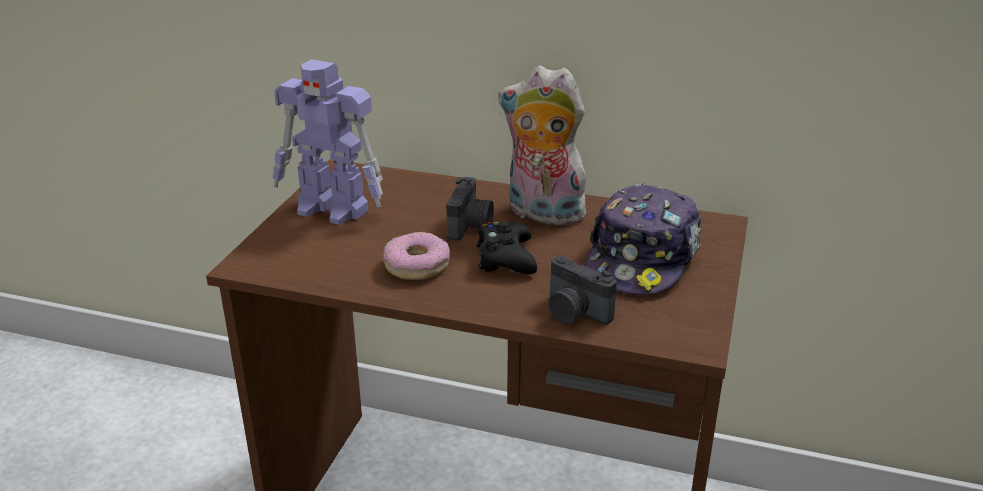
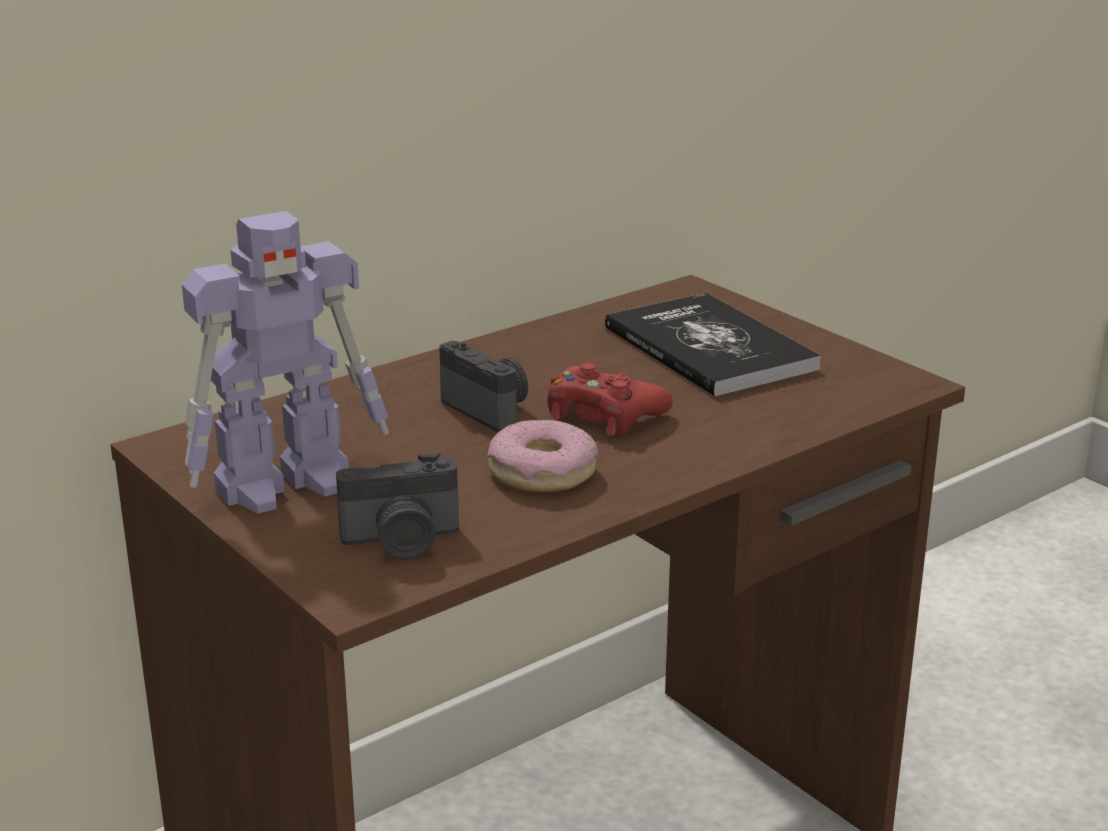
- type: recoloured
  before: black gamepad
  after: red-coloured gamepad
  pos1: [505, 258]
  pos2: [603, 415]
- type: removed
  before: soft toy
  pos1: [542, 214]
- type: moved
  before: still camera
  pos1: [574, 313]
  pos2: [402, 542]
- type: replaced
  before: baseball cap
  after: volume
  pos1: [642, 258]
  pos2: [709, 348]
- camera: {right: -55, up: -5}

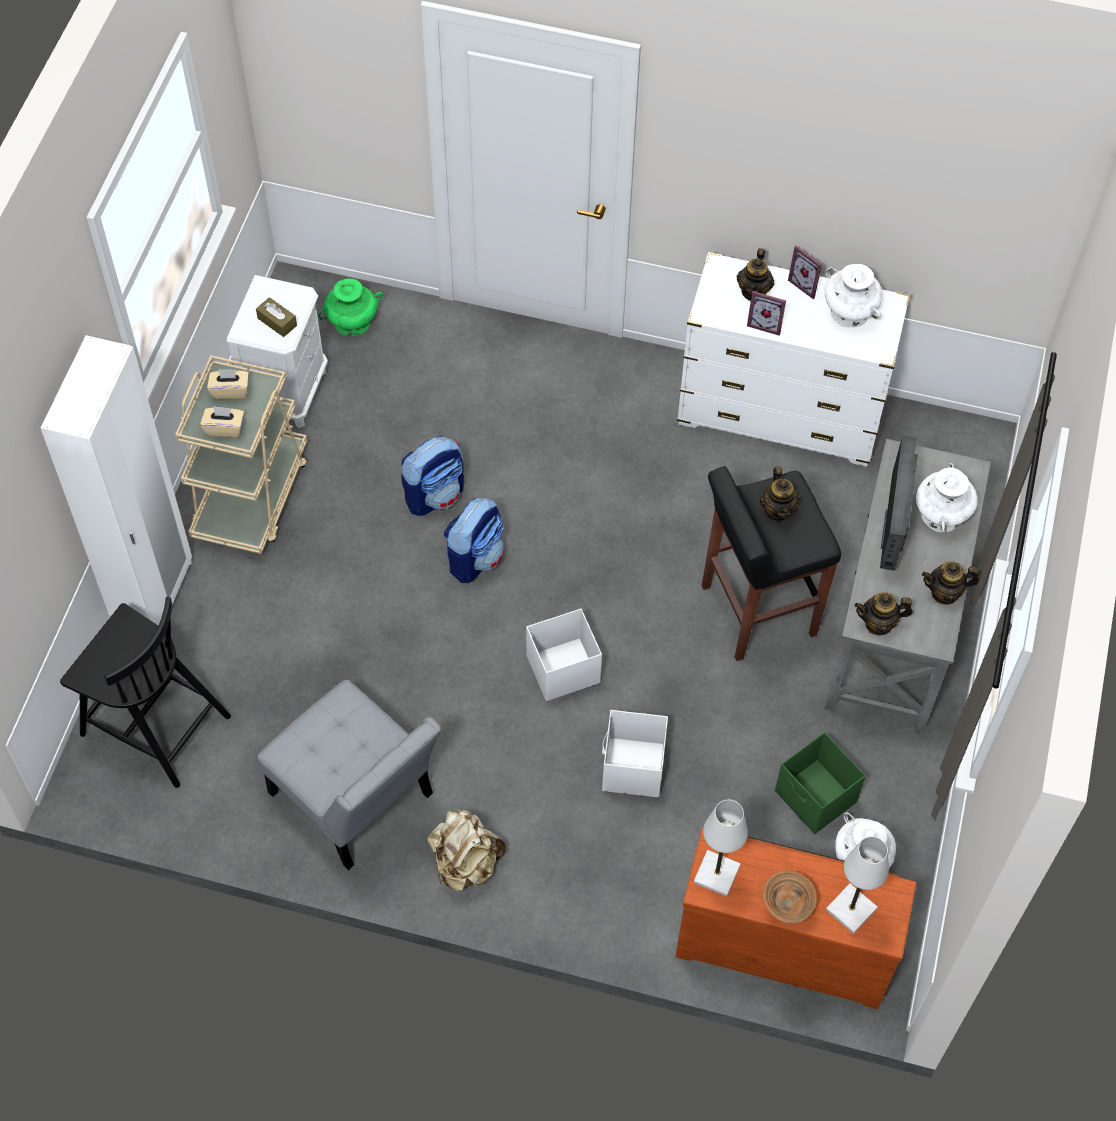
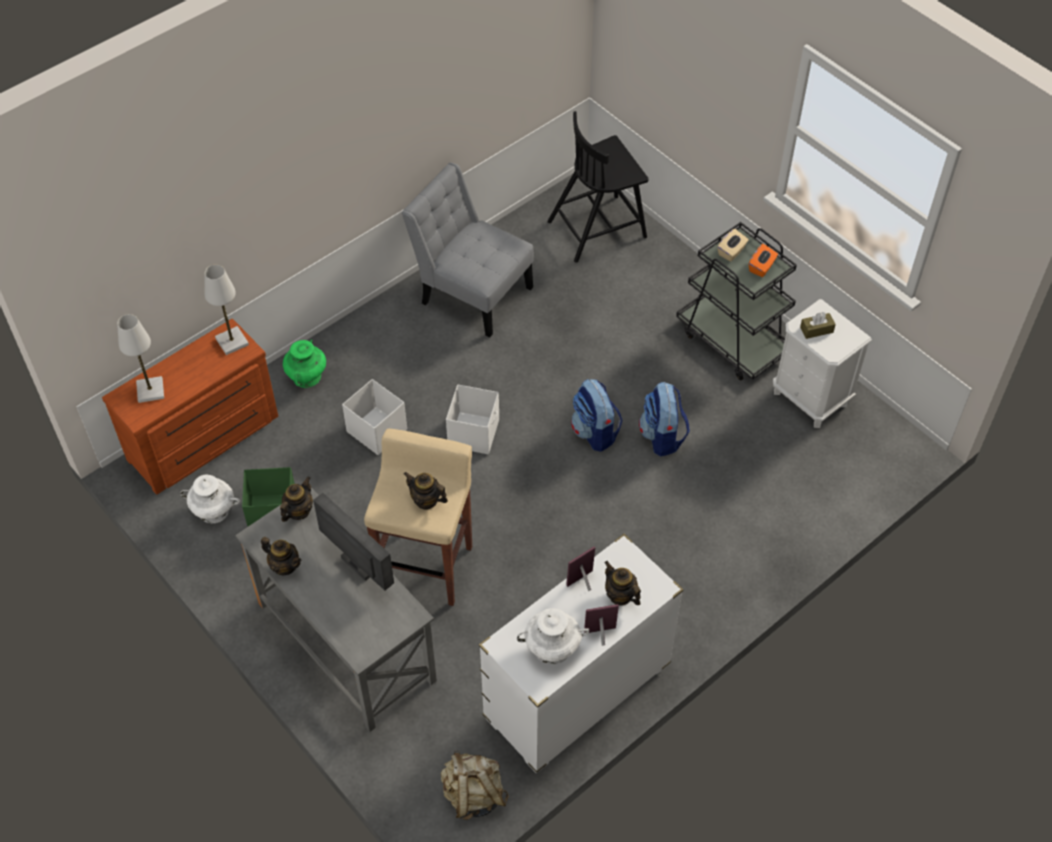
- type: removed
  before: whitish armoire
  pos1: [156, 599]
- type: recoloured
  before: beige-coloured wheeled cart
  after: black wheeled cart
  pos1: [251, 496]
  pos2: [733, 341]
- type: recoloured
  before: beige-coloured tissue holder
  after: orange tissue holder
  pos1: [230, 391]
  pos2: [761, 267]
- type: turned
  before: greyish chair
  pos1: [356, 800]
  pos2: [472, 292]
  turn: 45
- type: moved
  before: green decorative vase
  pos1: [352, 322]
  pos2: [307, 376]
- type: moved
  before: beige-coloured knapsack
  pos1: [465, 863]
  pos2: [473, 794]
- type: recoloured
  before: black sitting stool
  after: beige-coloured sitting stool
  pos1: [756, 611]
  pos2: [427, 566]
- type: removed
  before: brownish bowl
  pos1: [786, 909]
- type: removed
  before: whitish decorative vase
  pos1: [941, 514]
- type: turned
  before: tea pot
  pos1: [945, 593]
  pos2: [284, 566]
  turn: 90
- camera: {right: 125, up: -5}

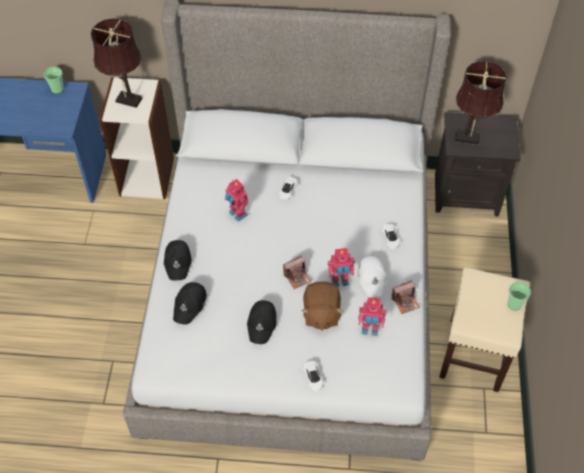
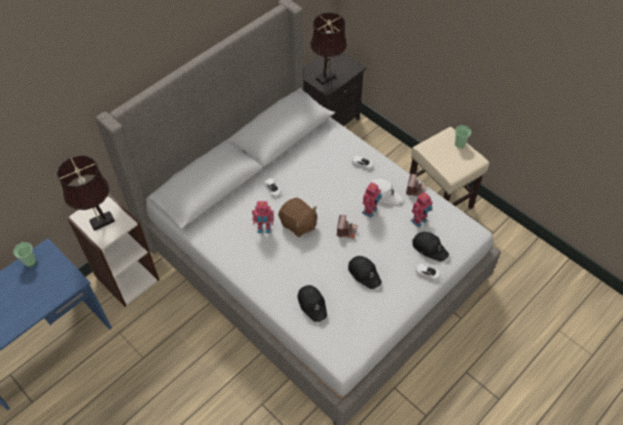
- type: moved
  before: black baseball cap
  pos1: [178, 262]
  pos2: [429, 248]
- type: moved
  before: brownish soft toy
  pos1: [321, 314]
  pos2: [298, 224]
- camera: {right: -50, up: 0}

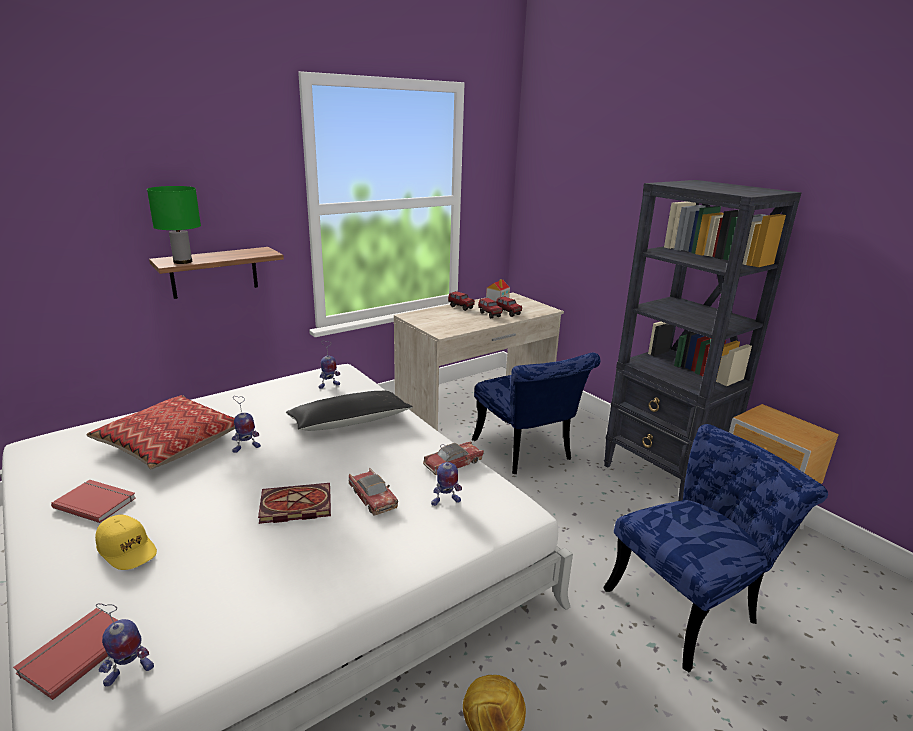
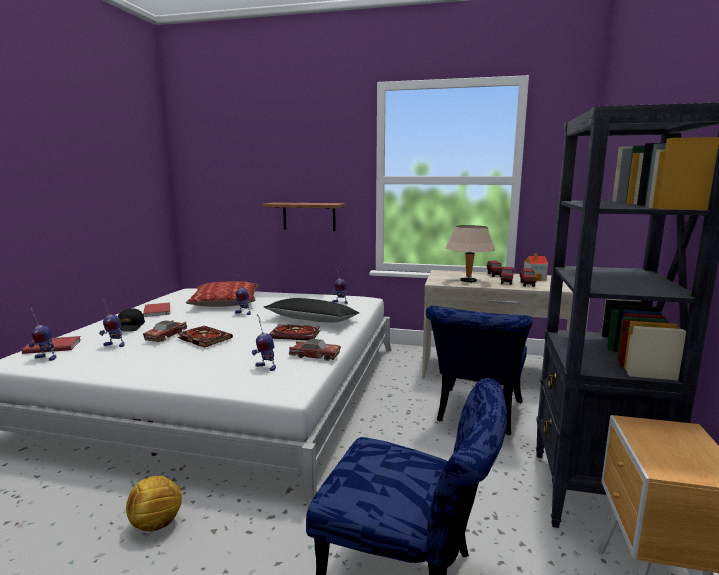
- type: recoloured
  before: yellow baseball cap
  after: black baseball cap
  pos1: [127, 549]
  pos2: [129, 327]
- type: removed
  before: green table lamp
  pos1: [182, 262]
- type: moved
  before: miniature car
  pos1: [372, 497]
  pos2: [166, 335]
- type: added
  after: robot figure
  pos2: [114, 345]
- type: added
  after: volume
  pos2: [296, 335]
- type: added
  after: beige-coloured table lamp
  pos2: [468, 281]
- camera: {right: 50, up: -10}

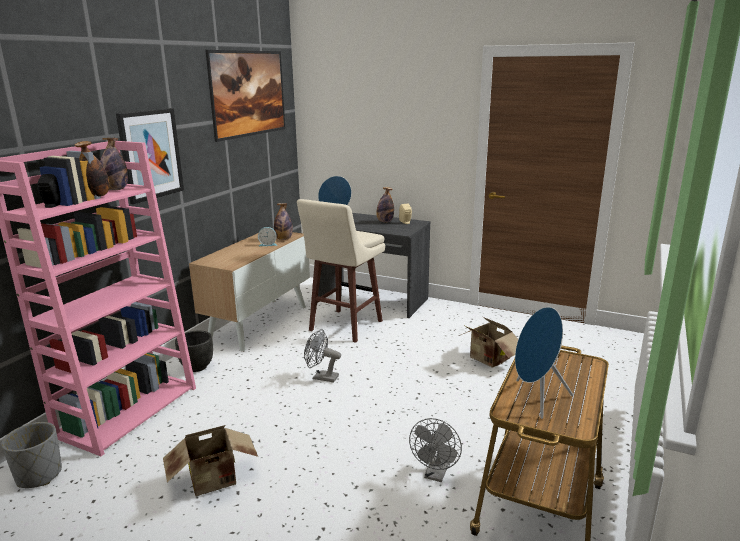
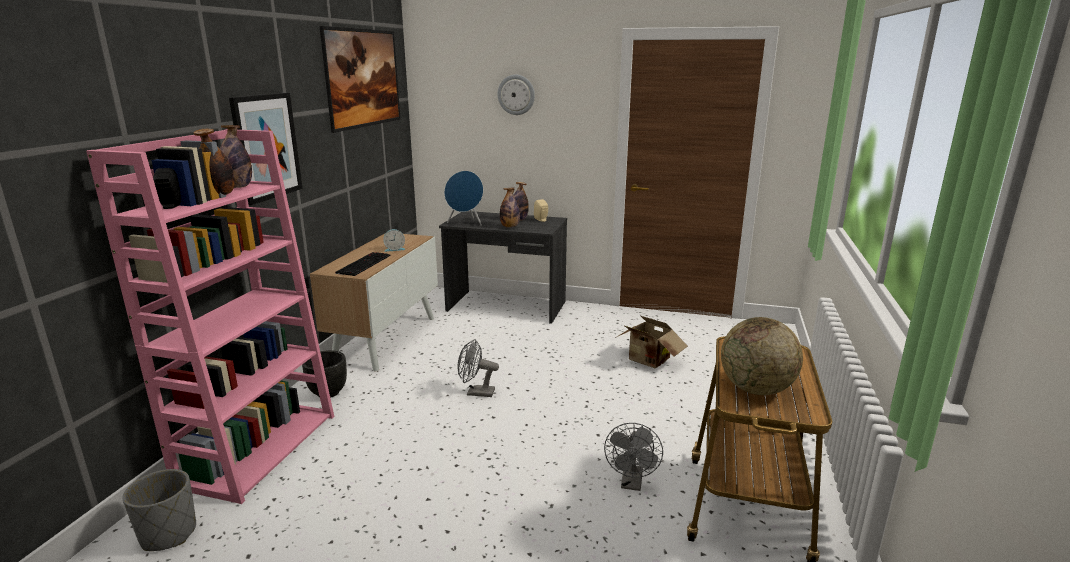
- type: removed
  before: carton
  pos1: [215, 481]
- type: moved
  before: beverage bottle
  pos1: [284, 239]
  pos2: [510, 227]
- type: removed
  before: beige-coloured sitting stool
  pos1: [344, 326]
- type: replaced
  before: bluish speaker
  after: desk globe
  pos1: [536, 398]
  pos2: [756, 389]
- type: added
  after: computer keyboard
  pos2: [363, 264]
- type: added
  after: hanging clock
  pos2: [516, 94]
- camera: {right: -10, up: 0}

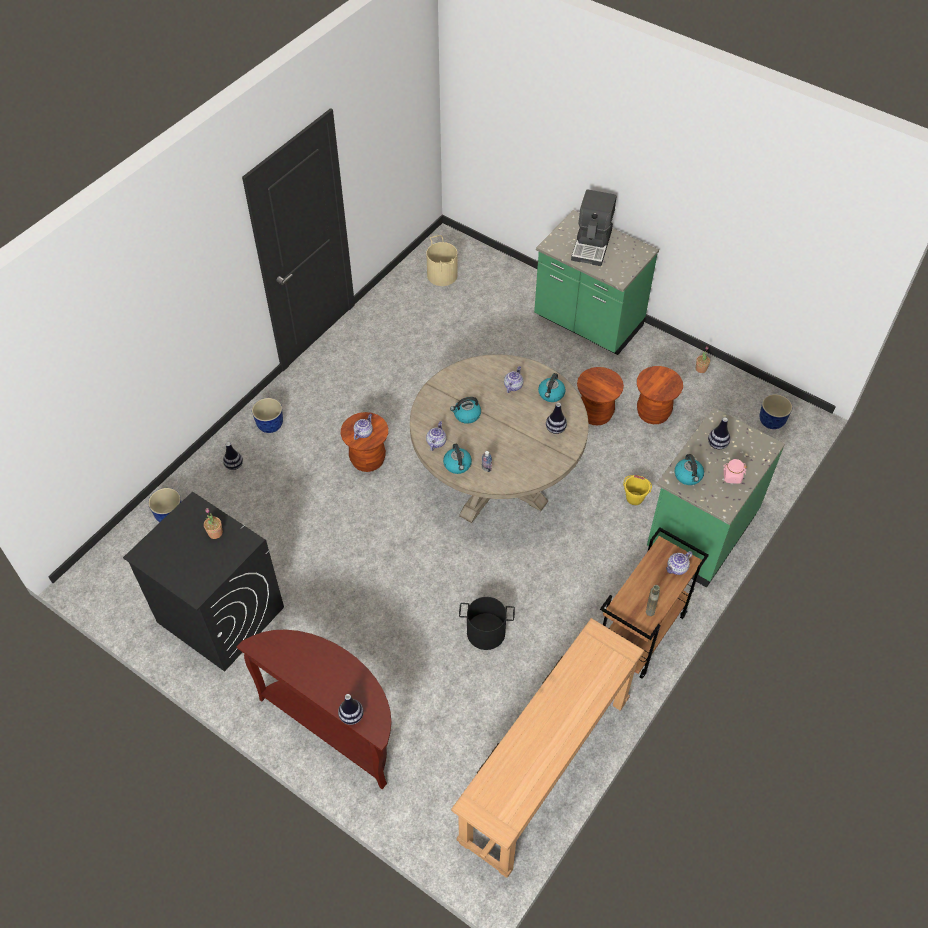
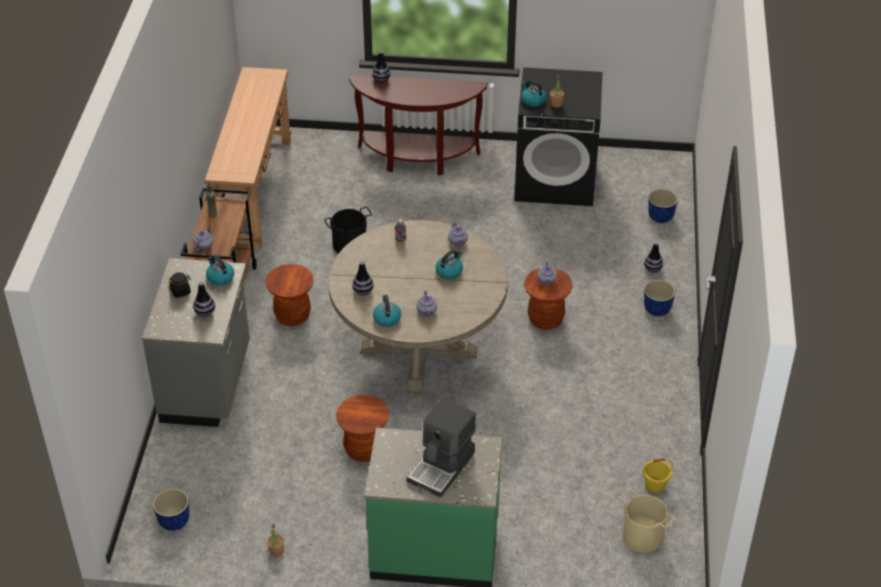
- type: moved
  before: water kettle
  pos1: [457, 465]
  pos2: [533, 100]
- type: turned
  before: coffee maker
  pos1: [592, 245]
  pos2: [442, 466]
  turn: -135
- type: moved
  before: yellow pail
  pos1: [634, 498]
  pos2: [655, 485]
- type: moved
  before: brownish sitting stool
  pos1: [653, 413]
  pos2: [292, 316]
- type: recoloured
  before: green kitchen counter
  after: greyish kitchen counter
  pos1: [699, 531]
  pos2: [208, 384]
- type: recoloured
  before: pinkish jar
  after: black jar
  pos1: [732, 477]
  pos2: [181, 291]
- camera: {right: 150, up: -10}

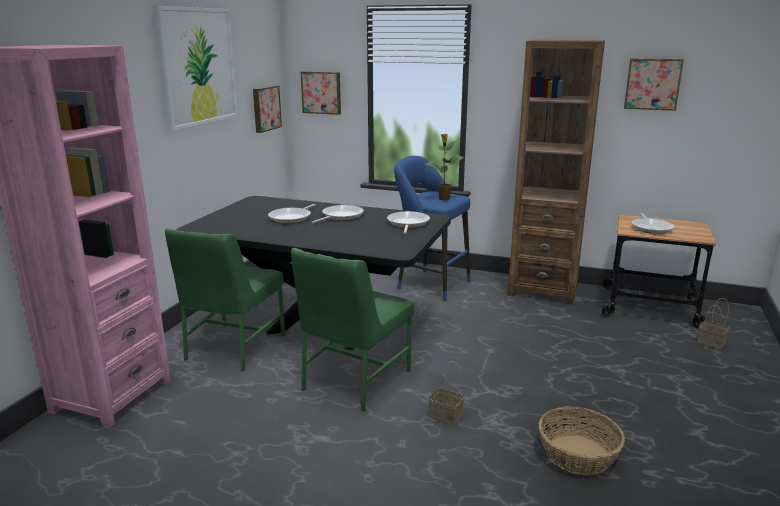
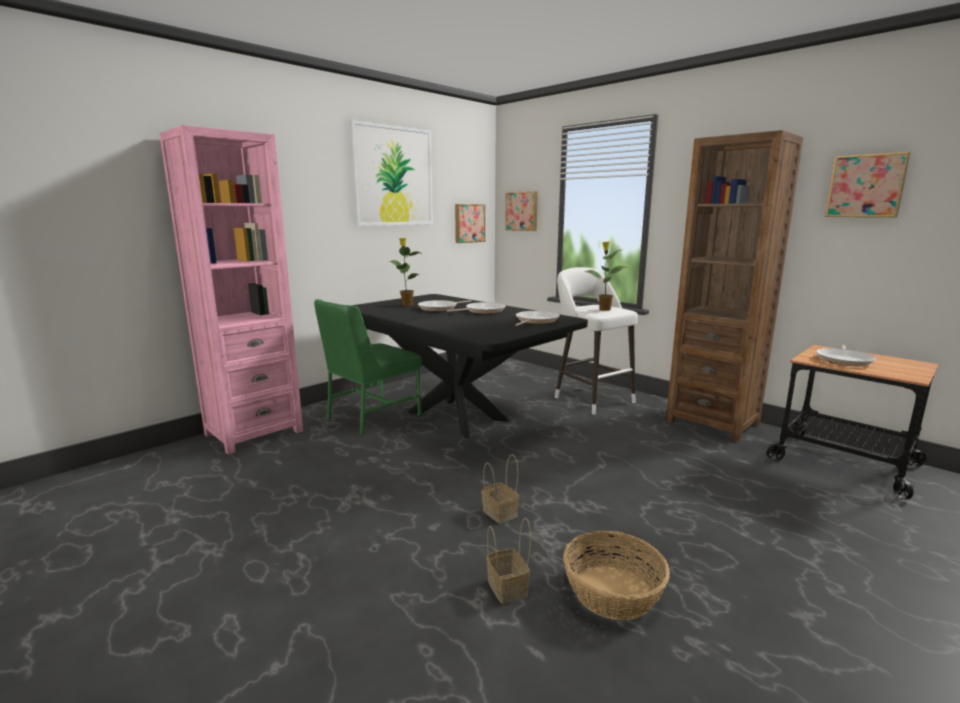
- type: removed
  before: green chair
  pos1: [354, 379]
- type: recoloured
  before: bluish sitting stool
  after: whitish sitting stool
  pos1: [430, 284]
  pos2: [590, 398]
- type: moved
  before: basket
  pos1: [712, 342]
  pos2: [508, 588]
- type: added
  after: plant in a pot
  pos2: [406, 305]
- camera: {right: 25, up: -5}

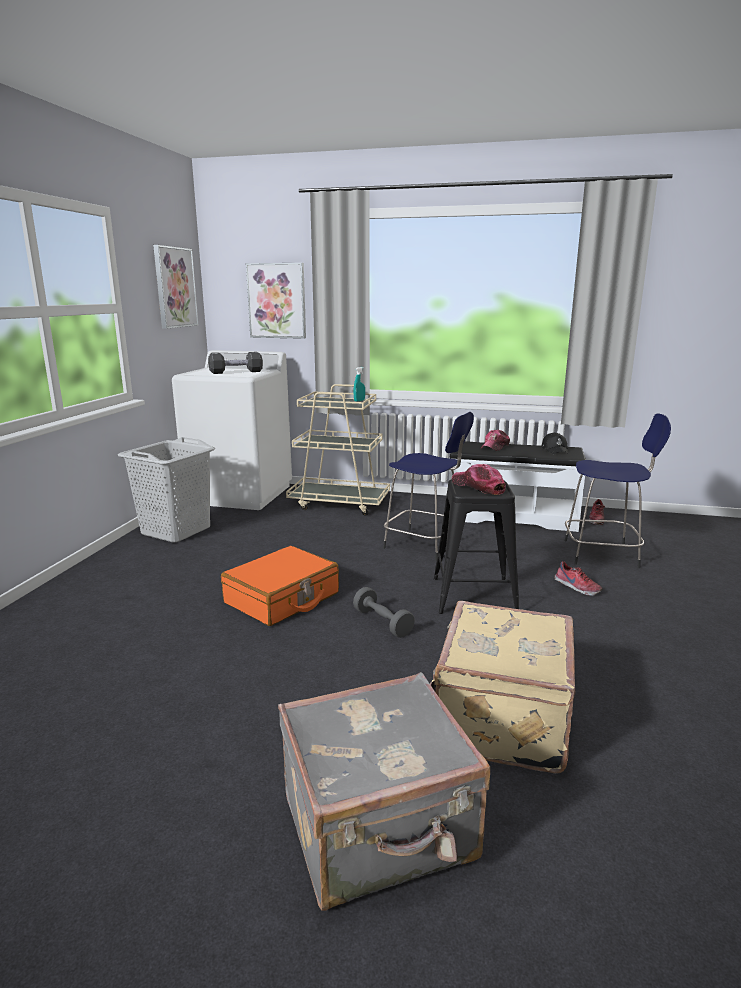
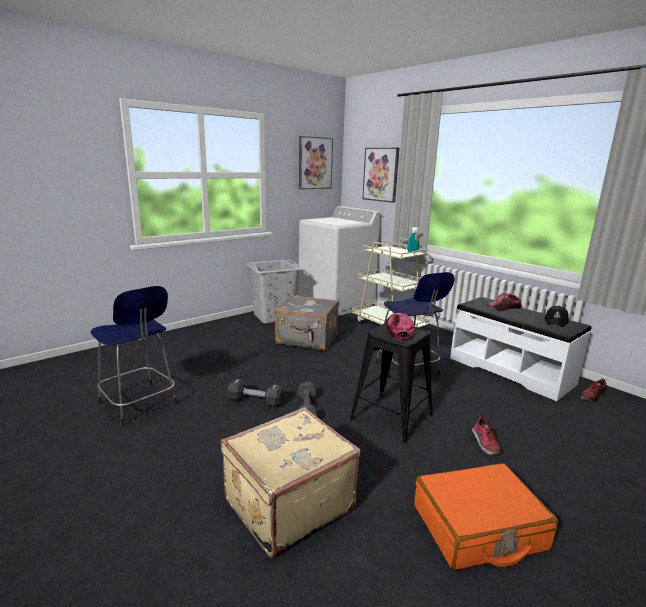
- type: moved
  before: black dumbbell
  pos1: [236, 372]
  pos2: [255, 401]
- type: moved
  before: orange travel case
  pos1: [282, 598]
  pos2: [478, 528]
- type: moved
  before: greyish travel case
  pos1: [379, 829]
  pos2: [307, 340]
- type: moved
  before: bluish sitting stool
  pos1: [603, 554]
  pos2: [139, 405]
- camera: {right: 35, up: 0}

